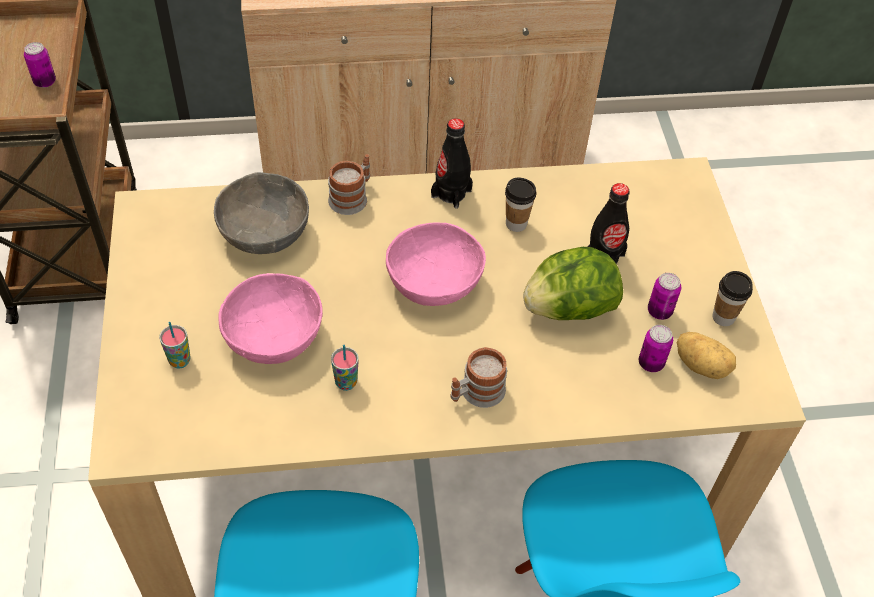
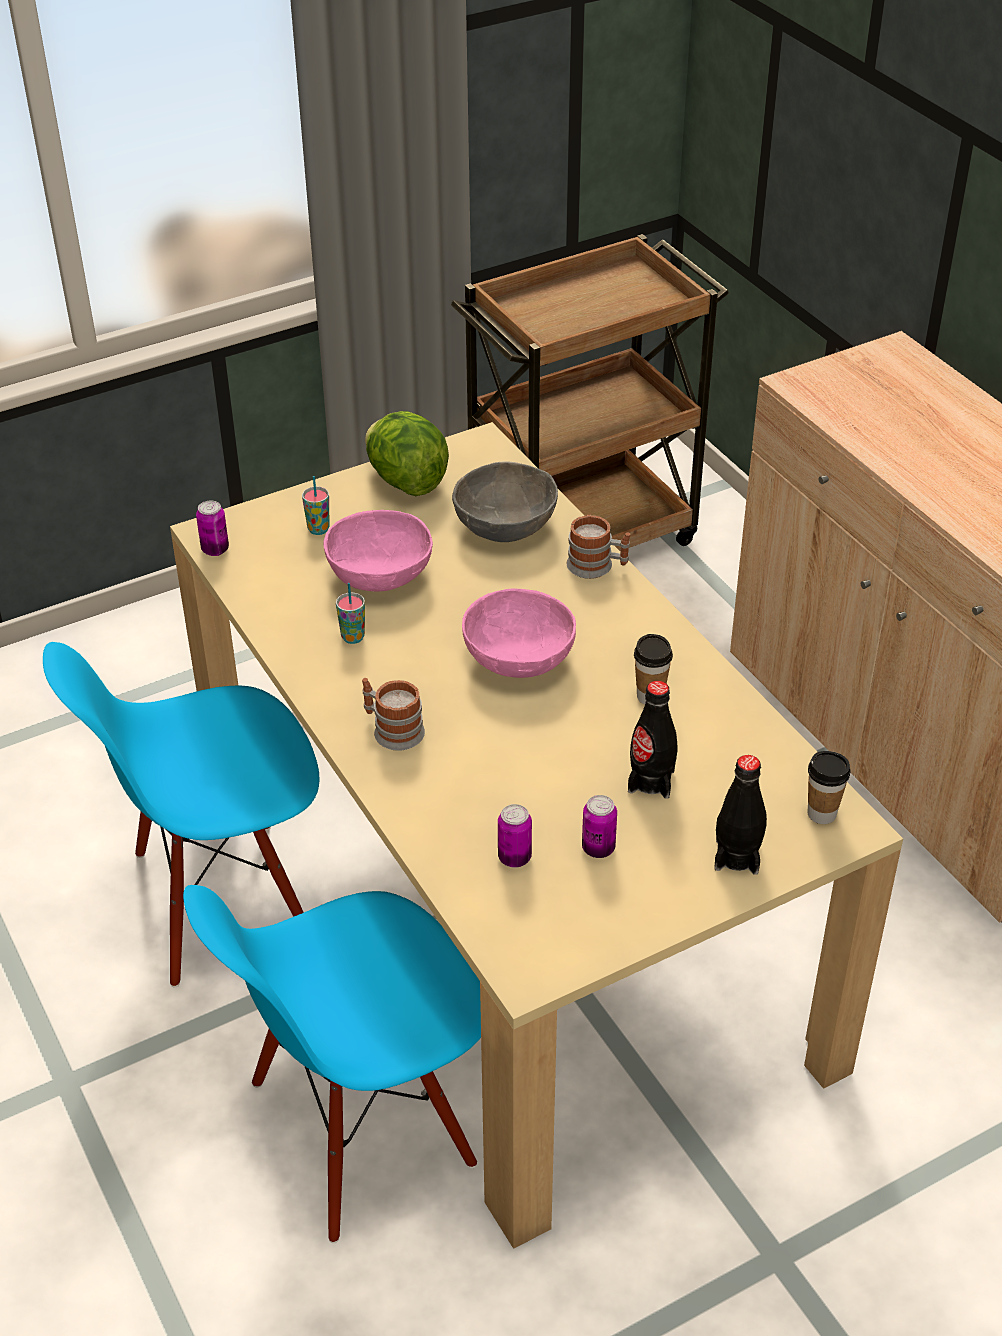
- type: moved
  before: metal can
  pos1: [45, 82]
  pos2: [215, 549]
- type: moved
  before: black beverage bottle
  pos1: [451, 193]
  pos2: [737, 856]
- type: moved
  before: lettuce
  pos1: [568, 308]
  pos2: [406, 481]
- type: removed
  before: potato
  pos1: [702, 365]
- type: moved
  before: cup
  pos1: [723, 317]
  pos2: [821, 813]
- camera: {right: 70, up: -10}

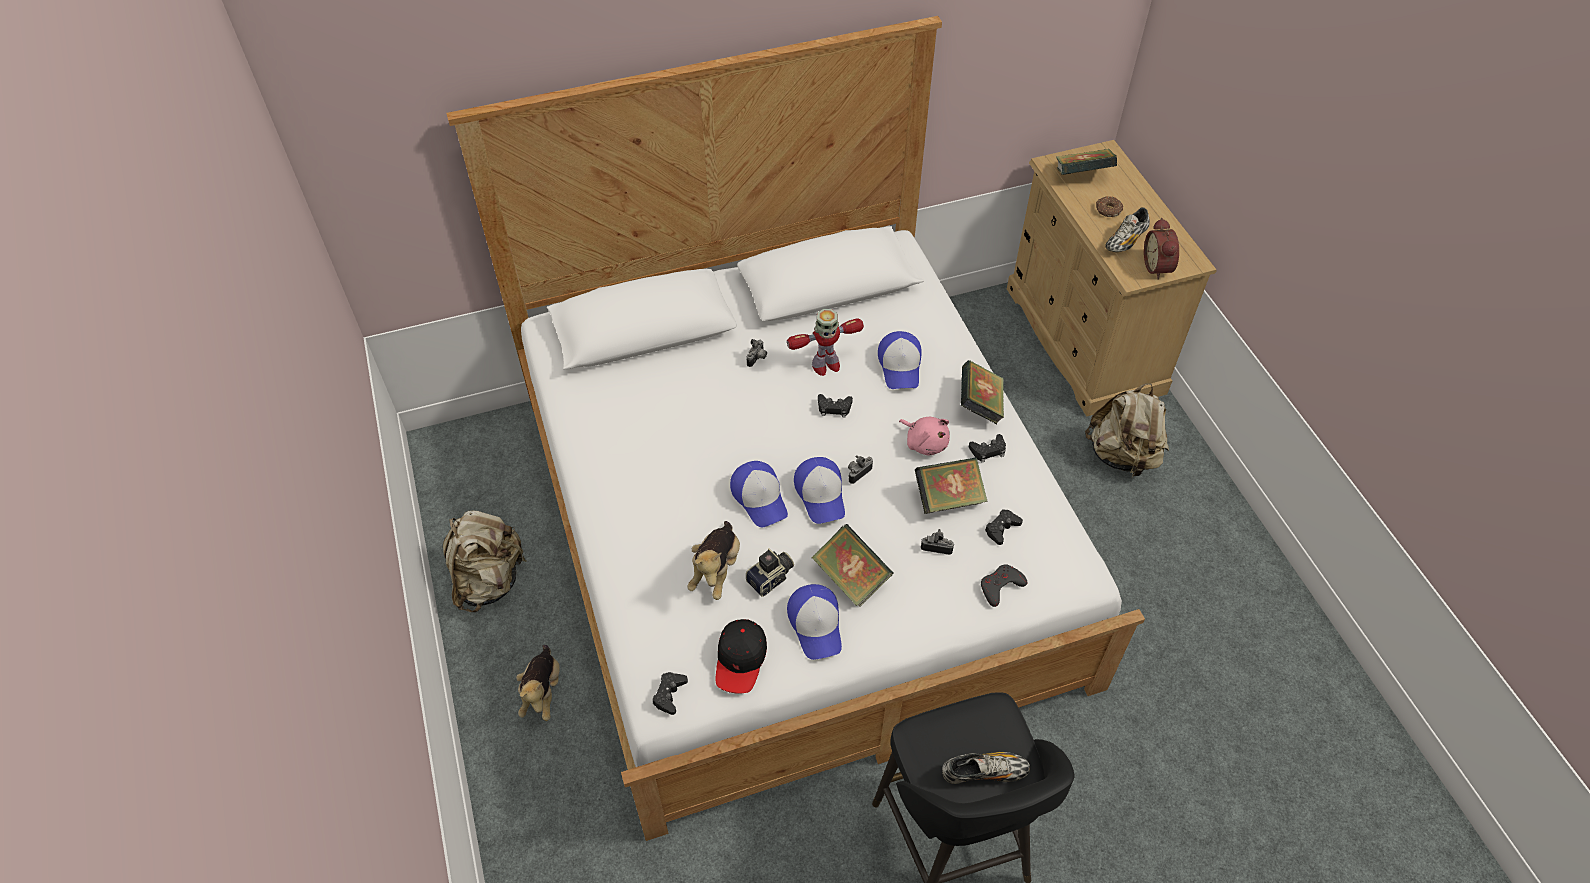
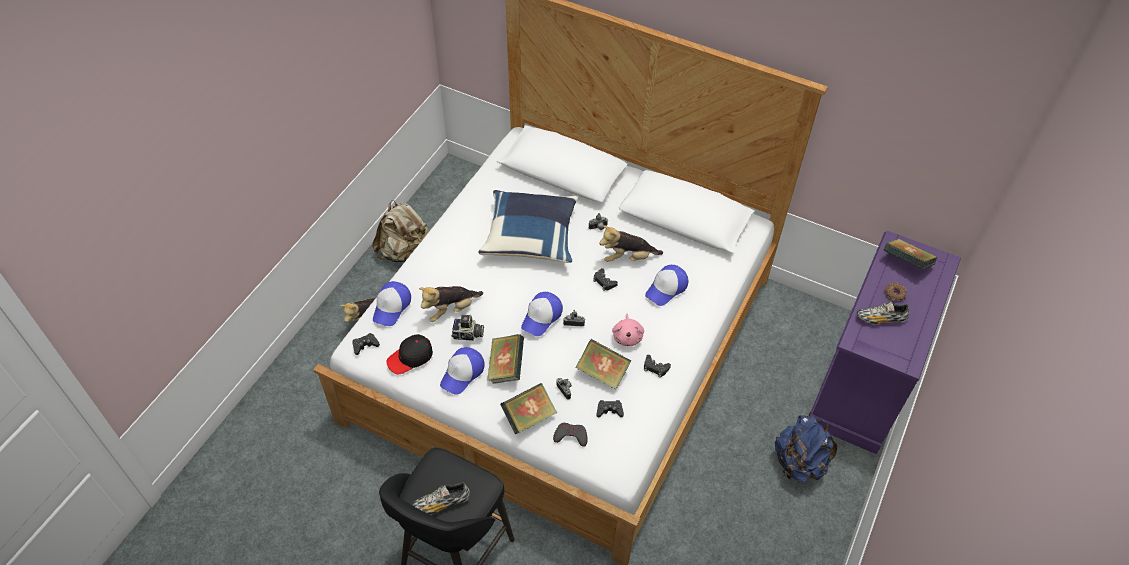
- type: moved
  before: baseball cap
  pos1: [760, 498]
  pos2: [392, 307]
- type: replaced
  before: robot figure
  after: soft toy
  pos1: [825, 365]
  pos2: [628, 257]
- type: turned
  before: shoe
  pos1: [984, 773]
  pos2: [441, 503]
  turn: 120
- type: moved
  before: volume
  pos1: [980, 405]
  pos2: [529, 416]
- type: recoloured
  before: beige-coloured dresser
  after: purplish dresser
  pos1: [1083, 340]
  pos2: [862, 381]
- type: recoloured
  before: beige-coloured knapsack
  after: bluish knapsack
  pos1: [1122, 456]
  pos2: [799, 463]
- type: removed
  before: alarm clock
  pos1: [1158, 267]
- type: added
  after: bluish throw pillow
  pos2: [531, 237]
- camera: {right: 45, up: 0}

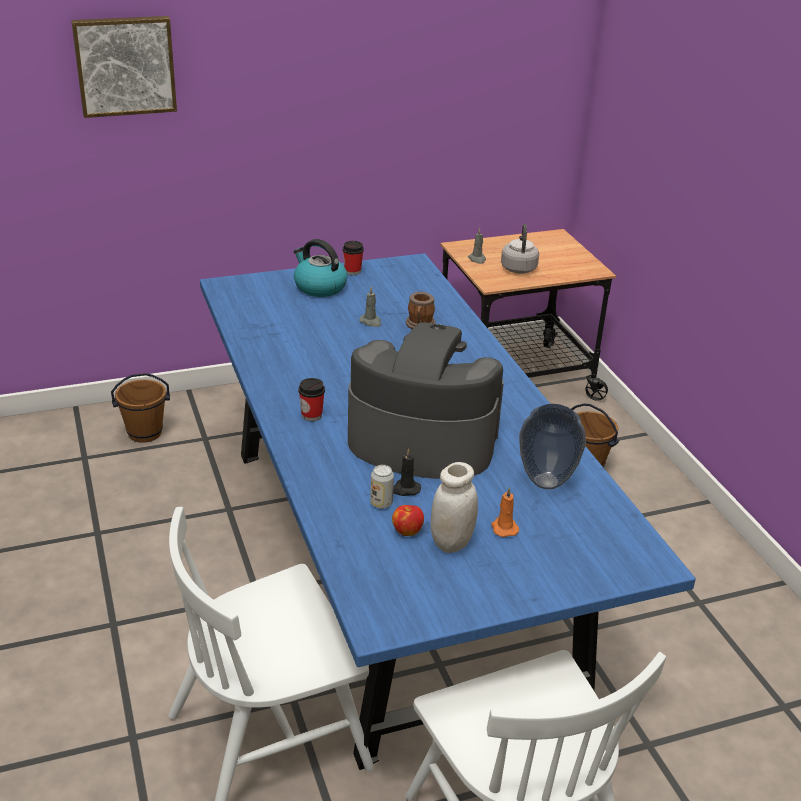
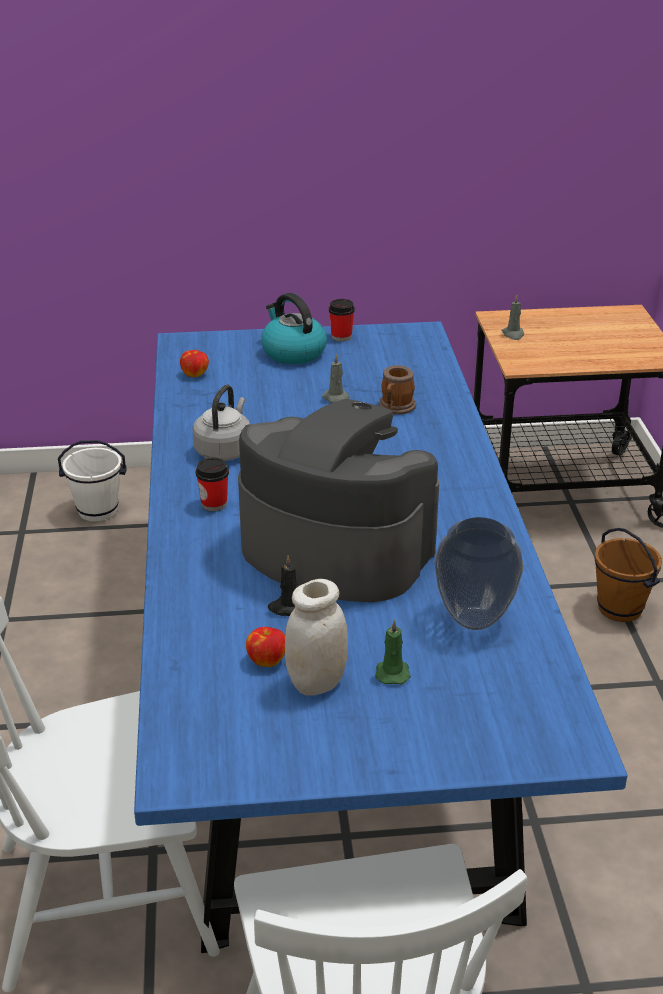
- type: removed
  before: picture
  pos1: [125, 65]
- type: recoloured
  before: brownish pail
  after: whitish pail
  pos1: [145, 433]
  pos2: [98, 510]
- type: removed
  before: metal can
  pos1: [381, 503]
- type: recoloured
  before: orange candle
  after: green candle
  pos1: [504, 528]
  pos2: [392, 672]
- type: moved
  before: greyish water kettle
  pos1: [518, 267]
  pos2: [224, 450]
- type: added
  after: whole apple
  pos2: [195, 374]
- camera: {right: 15, up: 0}

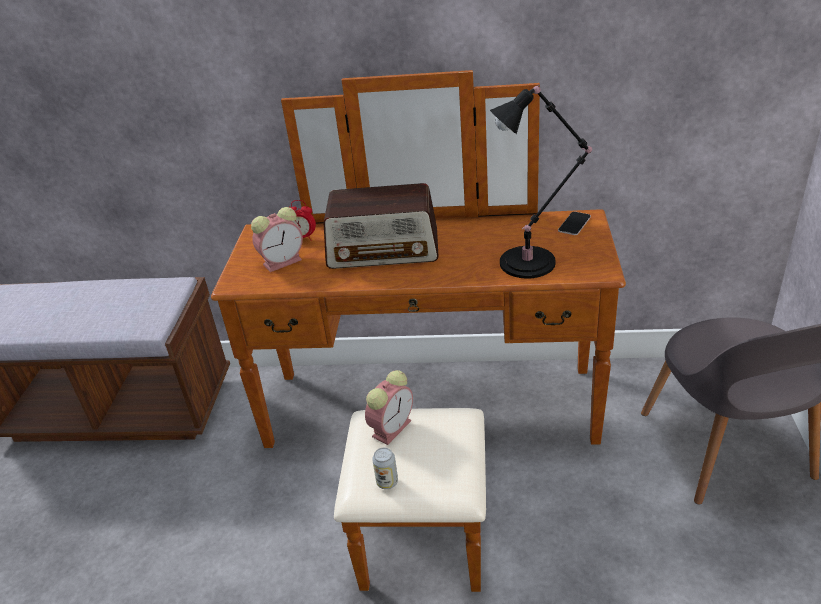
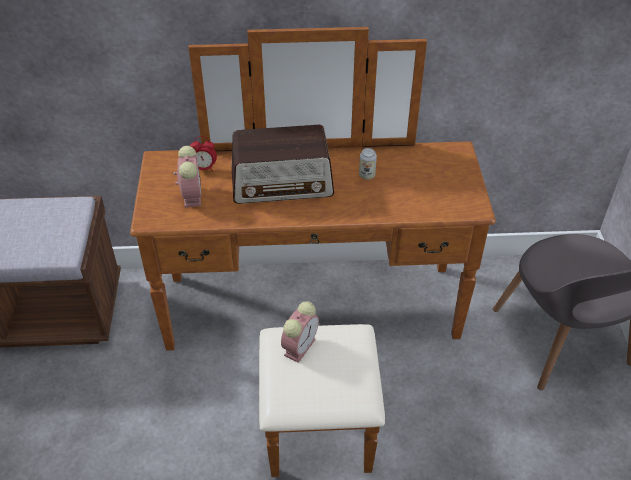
- type: turned
  before: alarm clock
  pos1: [283, 261]
  pos2: [191, 195]
  turn: -60
- type: moved
  before: metal can
  pos1: [387, 482]
  pos2: [367, 175]
- type: removed
  before: black table lamp
  pos1: [532, 262]
- type: removed
  before: telephone
  pos1: [574, 224]
- camera: {right: -10, up: 10}

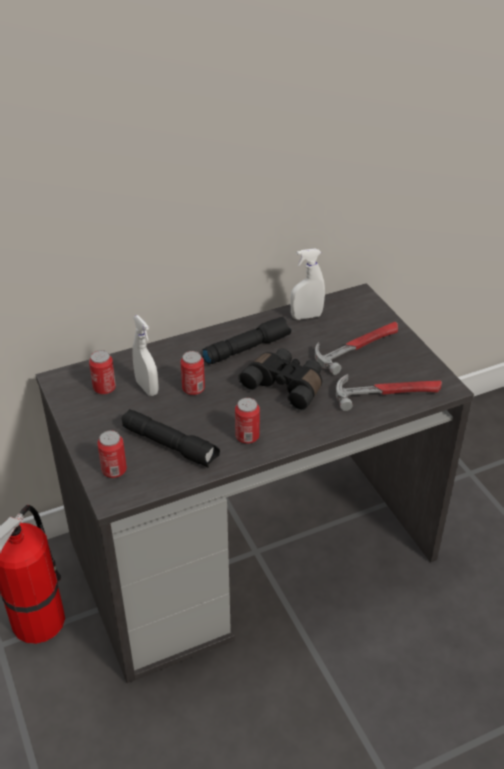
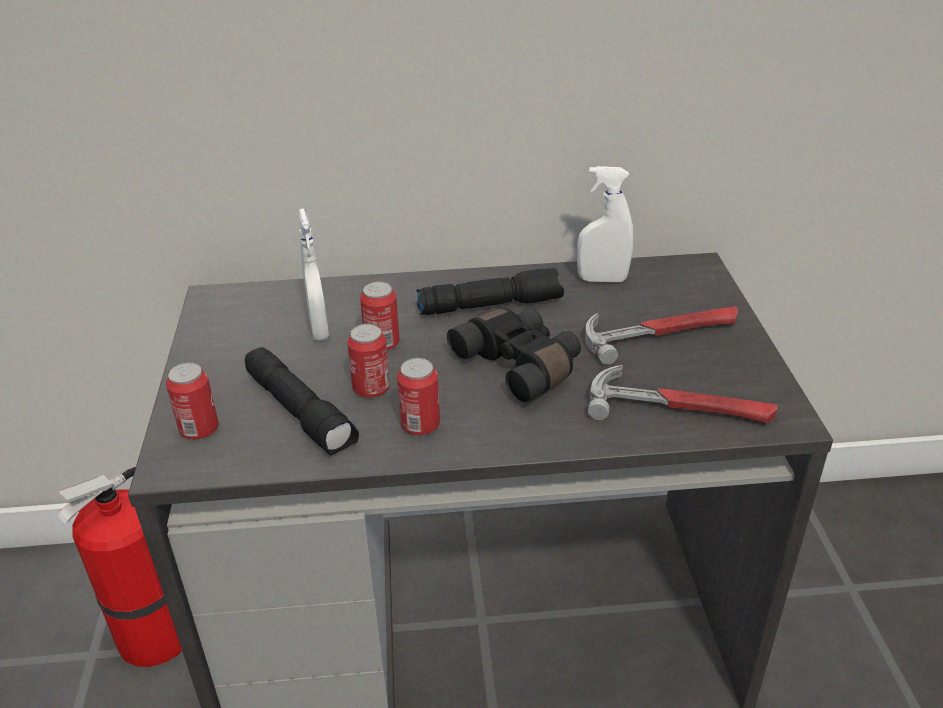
- type: moved
  before: metal can
  pos1: [104, 388]
  pos2: [371, 389]
- camera: {right: 20, up: -5}

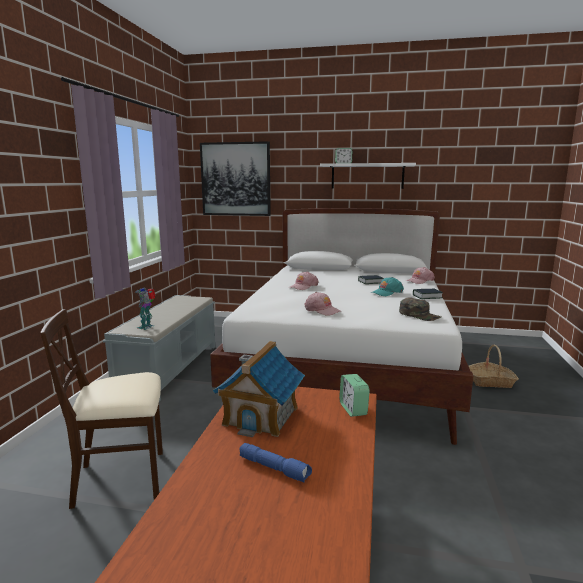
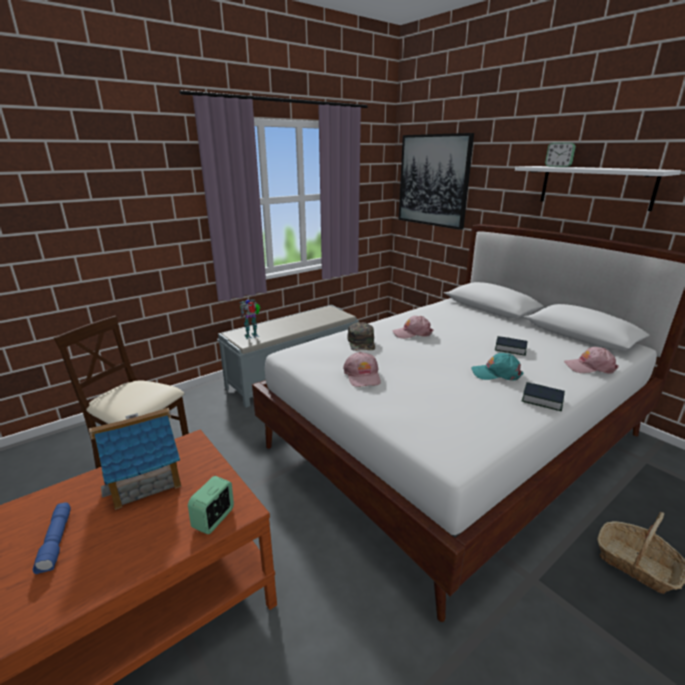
- type: moved
  before: green baseball cap
  pos1: [419, 315]
  pos2: [362, 342]
- camera: {right: 40, up: 10}

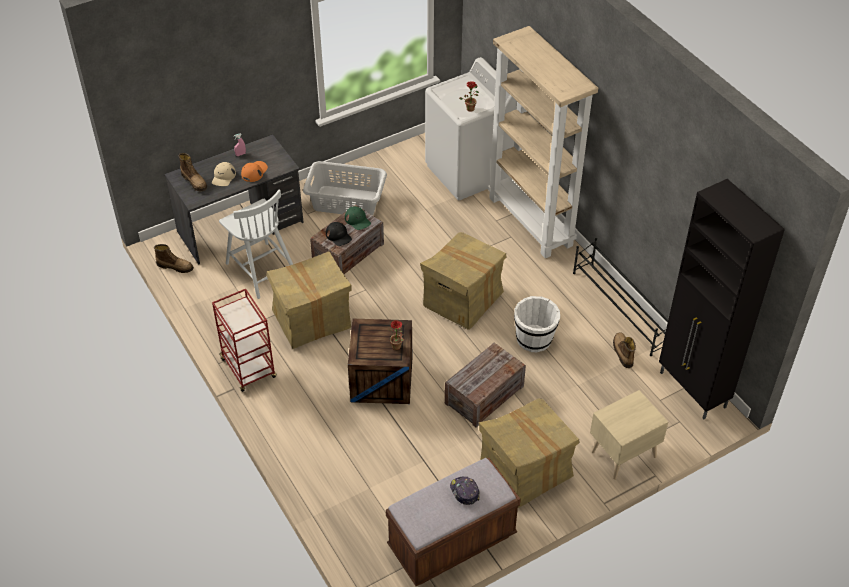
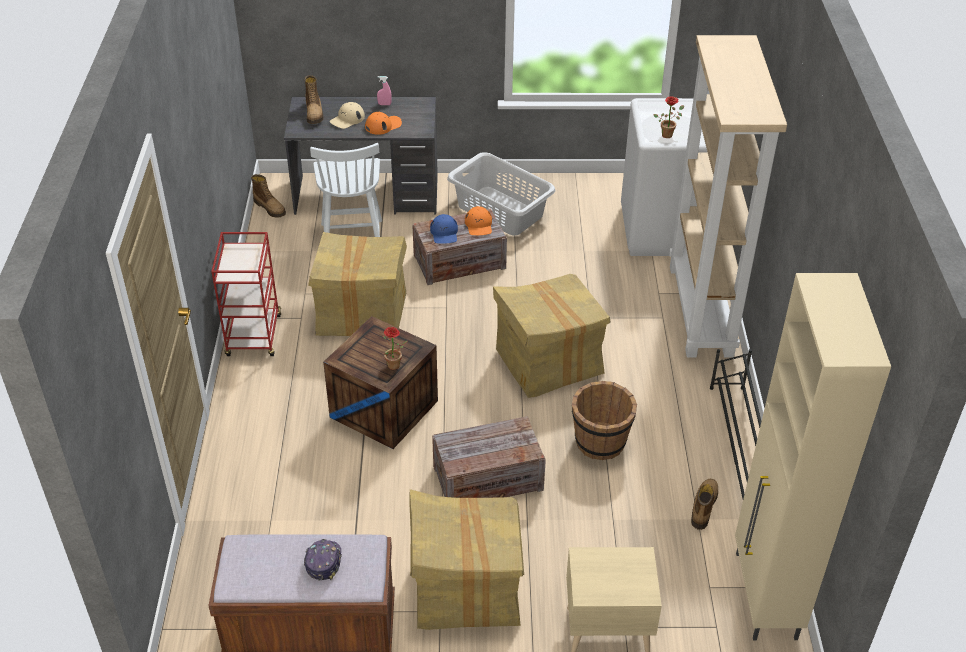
- type: recoloured
  before: black baseball cap
  after: bluish baseball cap
  pos1: [338, 236]
  pos2: [444, 233]
- type: recoloured
  before: green baseball cap
  after: orange baseball cap
  pos1: [357, 220]
  pos2: [479, 225]
- type: recoloured
  before: whitish pail
  after: brownish pail
  pos1: [534, 339]
  pos2: [600, 442]
- type: recoloured
  before: black cabinet
  after: beige-coloured cabinet
  pos1: [693, 390]
  pos2: [765, 596]
- camera: {right: 30, up: -5}

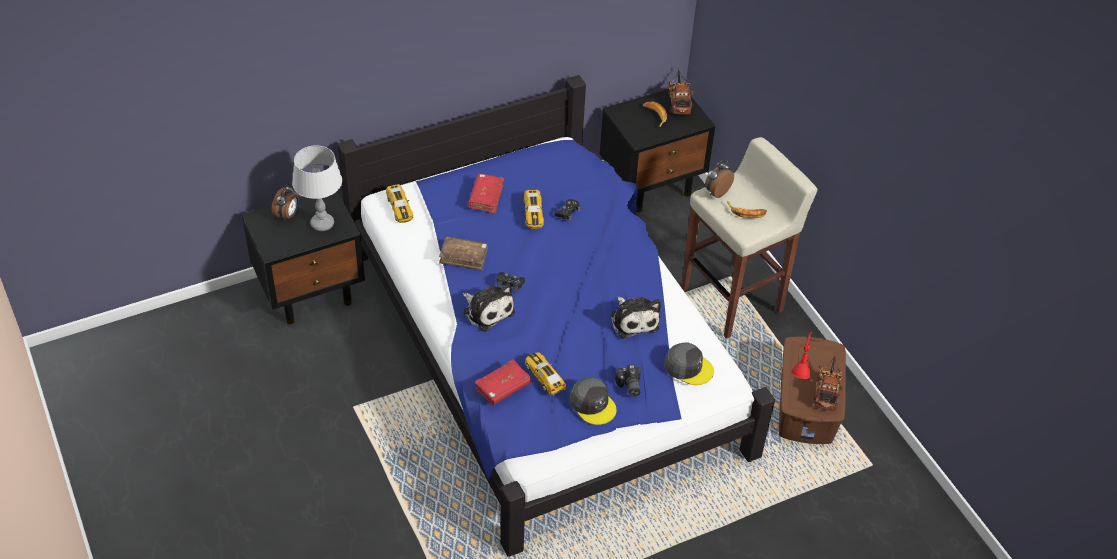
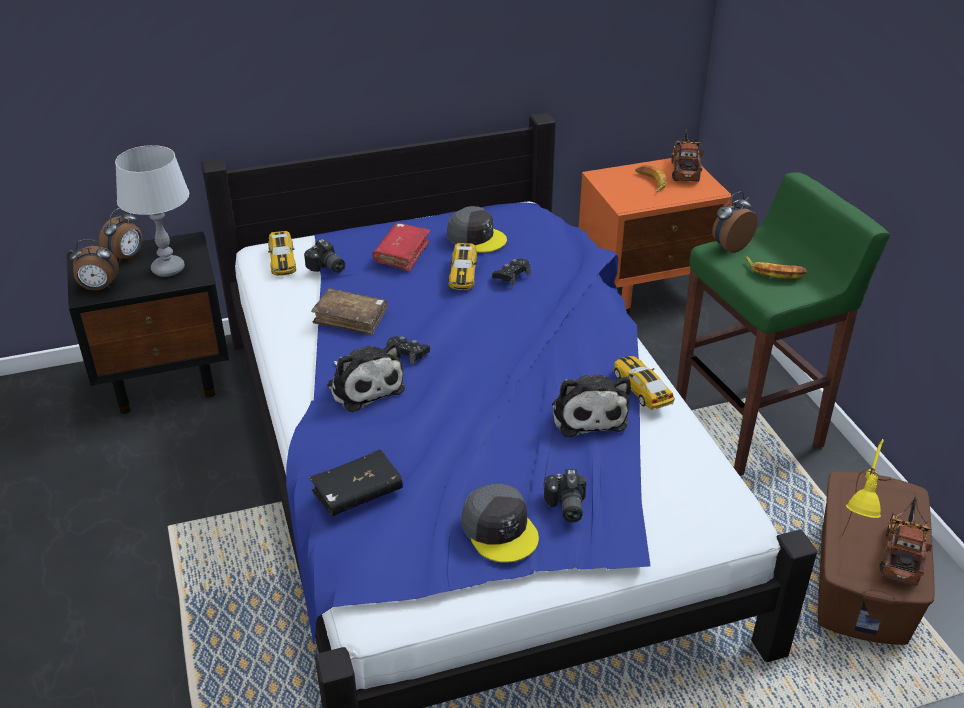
- type: recoloured
  before: red-coloured volume
  after: black volume
  pos1: [503, 387]
  pos2: [357, 492]
- type: moved
  before: miniature car
  pos1: [544, 376]
  pos2: [641, 388]
- type: recoloured
  before: black bedside table
  after: orange bedside table
  pos1: [652, 184]
  pos2: [645, 288]
- type: moved
  before: greyish baseball cap
  pos1: [688, 367]
  pos2: [476, 237]
- type: recoloured
  before: beige-coloured sitting stool
  after: green sitting stool
  pos1: [733, 300]
  pos2: [749, 428]
- type: recoloured
  before: red-coloured table lamp
  after: yellow table lamp
  pos1: [794, 398]
  pos2: [847, 561]
- type: added
  after: alarm clock
  pos2: [99, 288]
- type: added
  after: still camera
  pos2: [326, 268]
- camera: {right: 10, up: -10}

